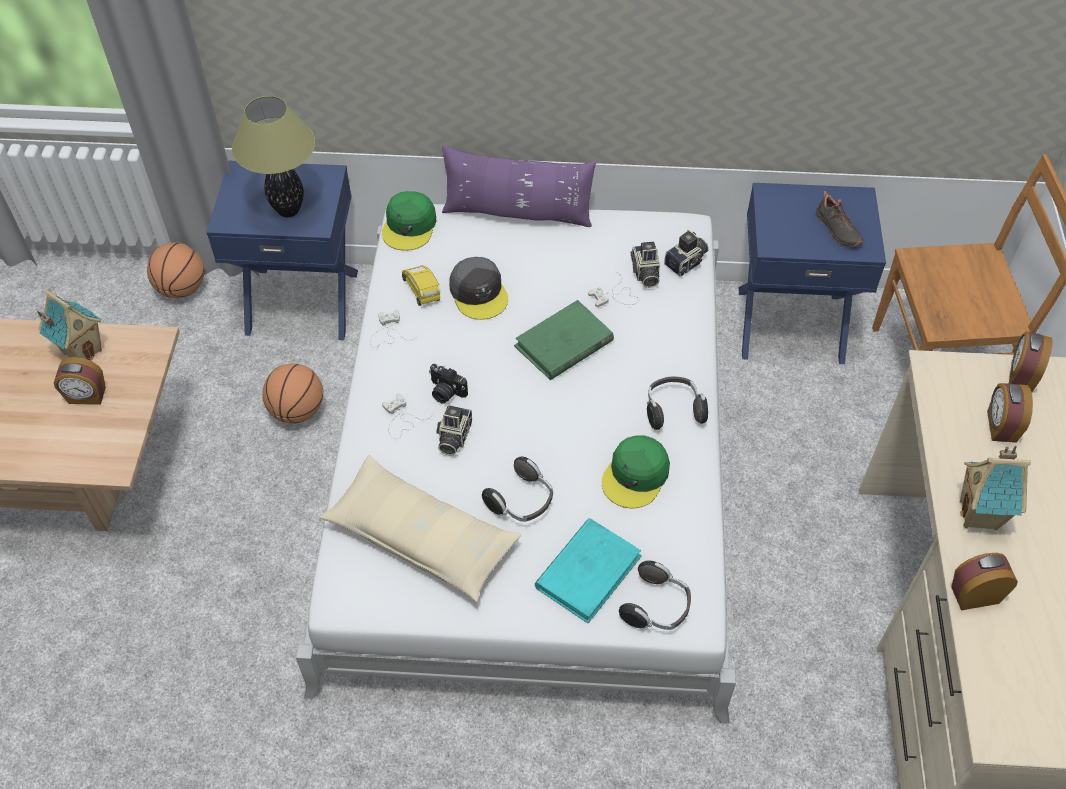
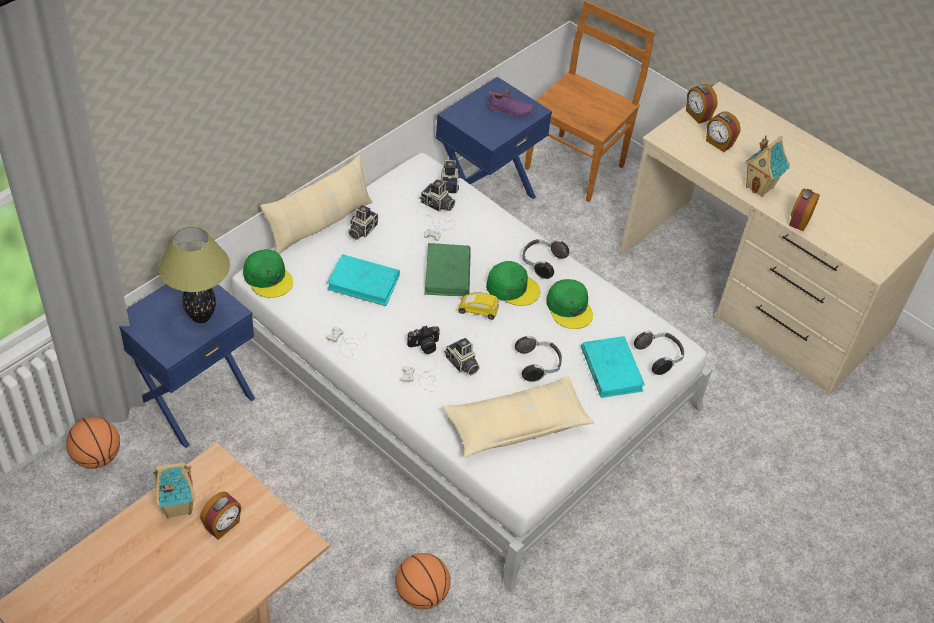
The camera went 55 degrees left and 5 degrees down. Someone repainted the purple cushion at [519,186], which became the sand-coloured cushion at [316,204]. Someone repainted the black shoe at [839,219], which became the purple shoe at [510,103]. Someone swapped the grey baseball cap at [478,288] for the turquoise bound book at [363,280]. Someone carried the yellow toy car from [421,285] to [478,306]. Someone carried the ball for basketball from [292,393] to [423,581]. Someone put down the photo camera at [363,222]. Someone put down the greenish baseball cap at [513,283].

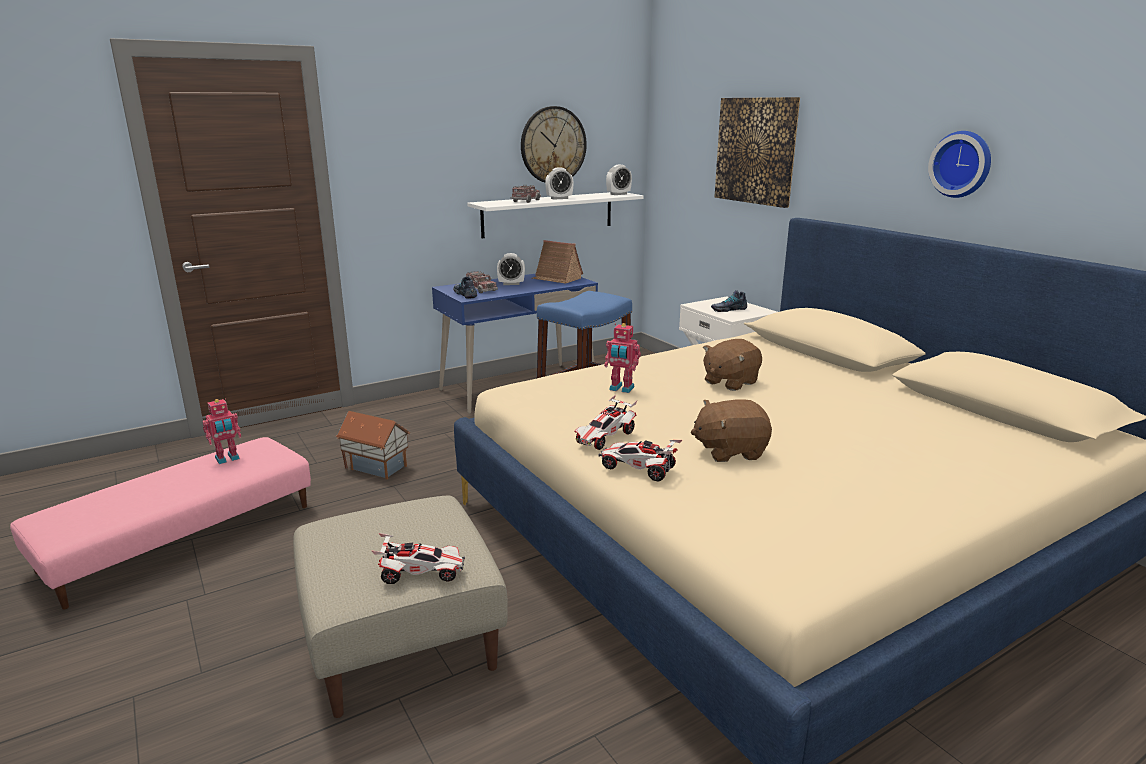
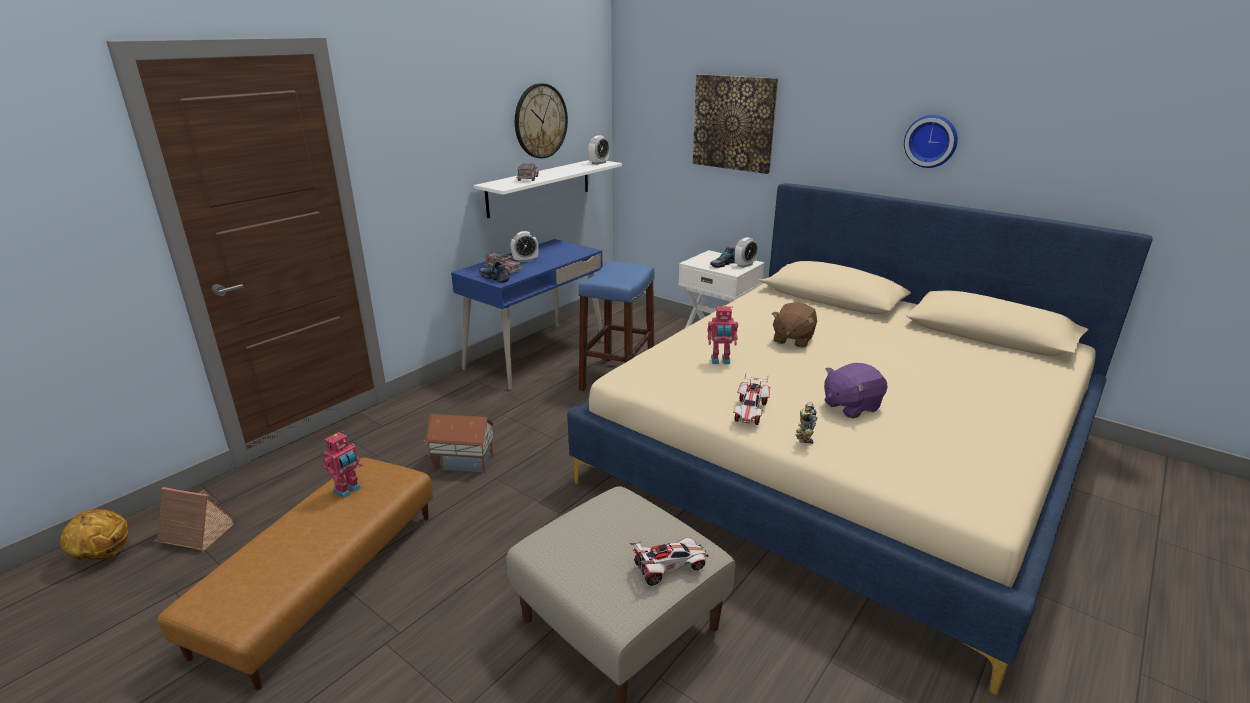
The camera went 20 degrees left and 5 degrees up. Someone carried the bedside clock from [559,183] to [746,252]. Someone carried the model house from [557,262] to [194,519]. Someone repainted the brown-coloured soft toy at [731,430], which became the purple soft toy at [856,390]. Someone repainted the pink-coloured ottoman at [160,523], which became the brown-coloured ottoman at [295,574]. Someone swapped the toy car at [640,461] for the robot figure at [806,423]. Someone put down the ball for basketball at [94,534].

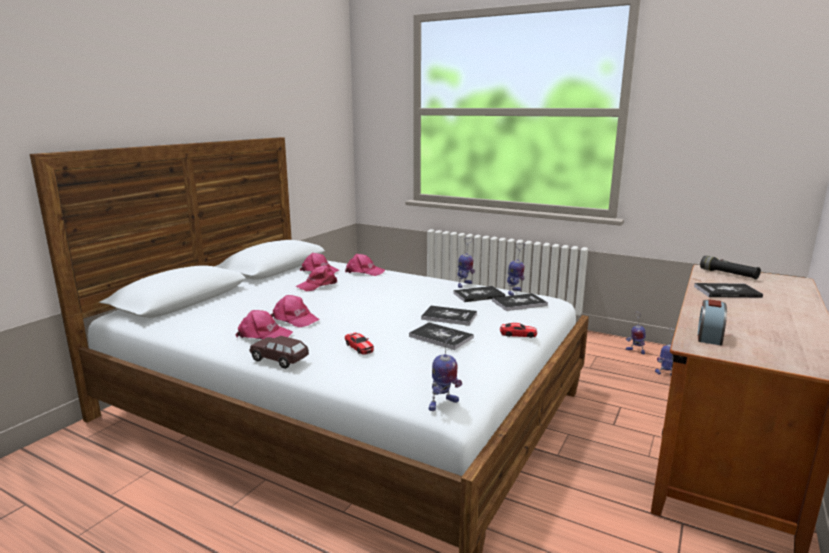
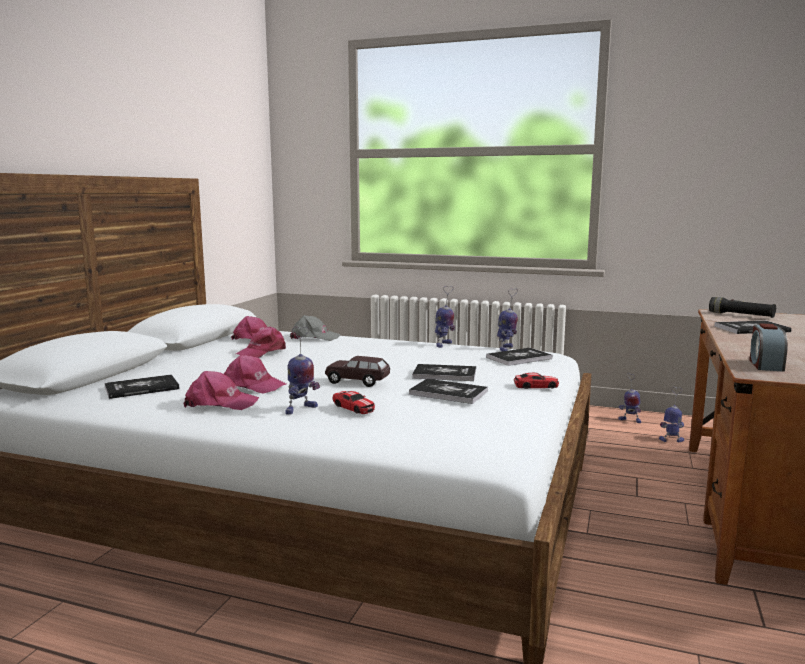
The camera went 10 degrees left and 5 degrees down. Someone repainted the pink-coloured baseball cap at [365,265], which became the grey baseball cap at [315,328]. Someone carried the bound book from [479,294] to [141,386]. Someone carried the robot figure from [445,370] to [302,371]. Someone carried the brown-coloured toy car from [279,352] to [357,371].

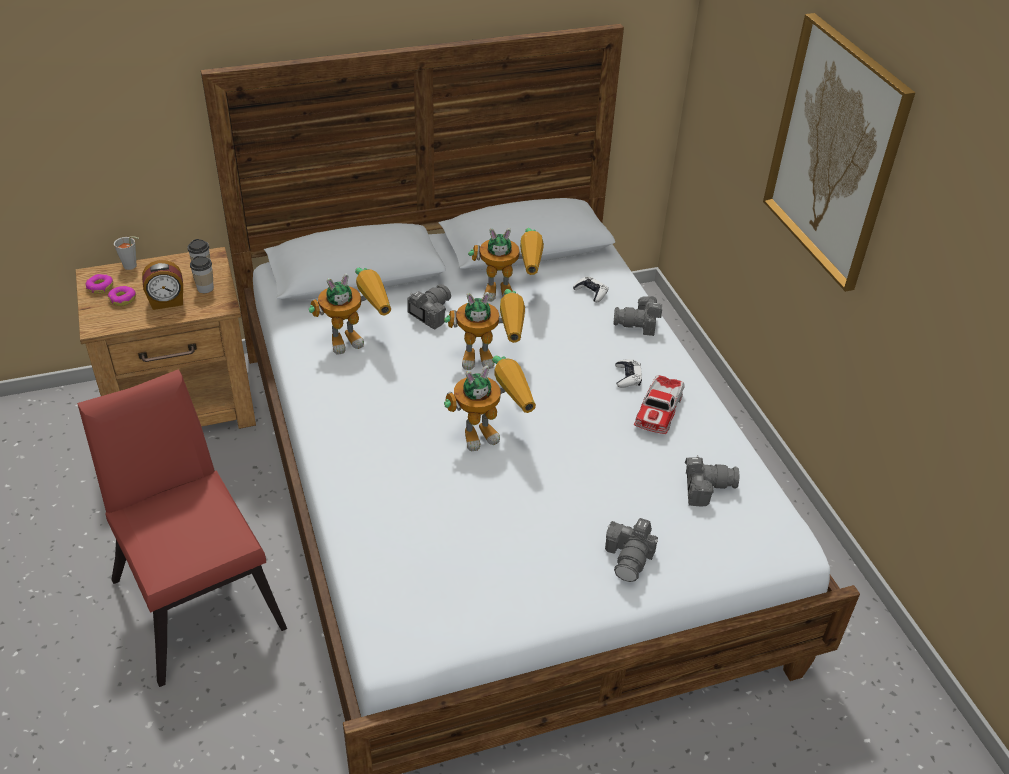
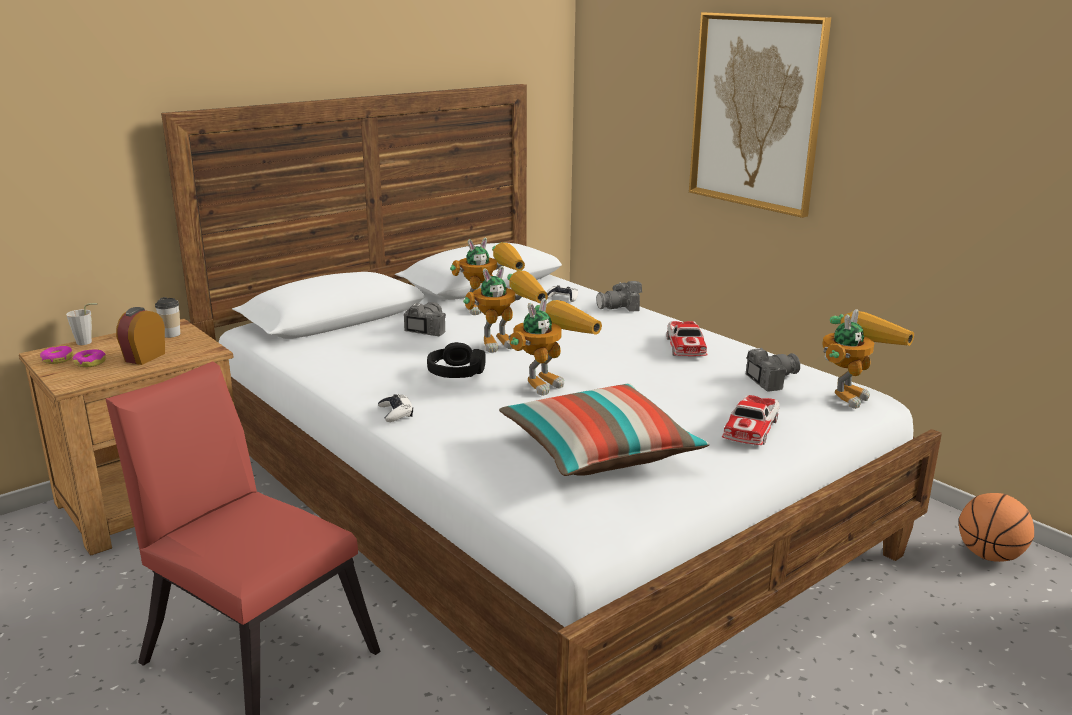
The camera went 20 degrees left and 20 degrees down. Someone took away the drinking cup at [202,274]. Someone rotated the bedside clock at [162,285] by 150 degrees clockwise. Someone carried the robot figure from [350,311] to [868,359]. Someone carried the white gamepad from [628,374] to [395,408]. Someone swapped the photo camera at [631,550] for the toy car at [751,420]. Someone put down the black pair of headphones at [456,360]. Someone put down the cushion at [604,429]. Someone put down the ball for basketball at [996,527].

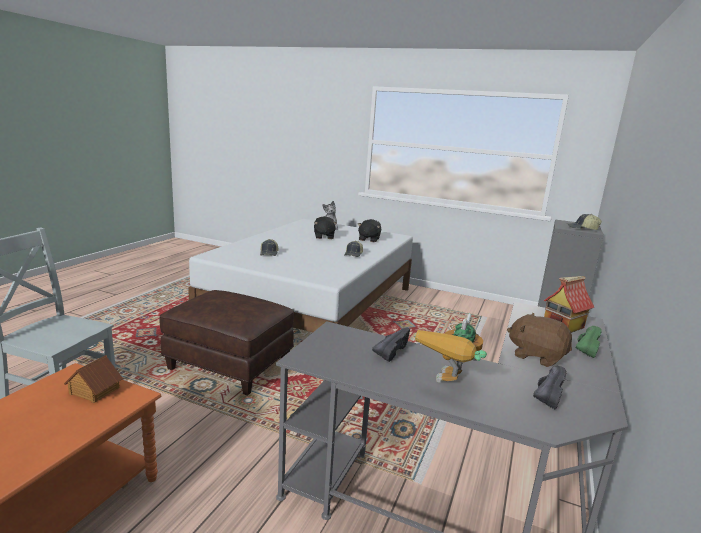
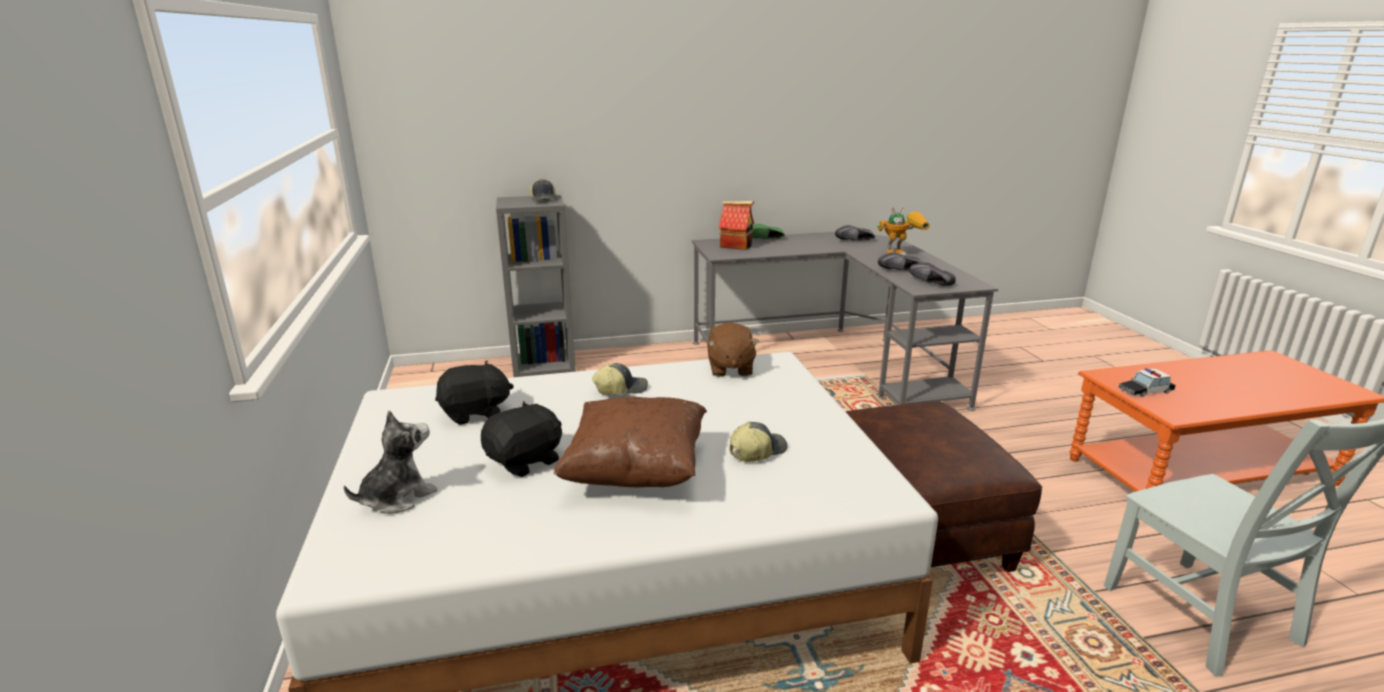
The camera went 125 degrees left and 5 degrees up. Someone carried the brown-coloured soft toy from [539,340] to [733,349]. Someone swapped the model house at [93,379] for the toy car at [1147,382]. Someone put down the black shoe at [932,274]. Someone put down the brown-coloured cushion at [630,441].

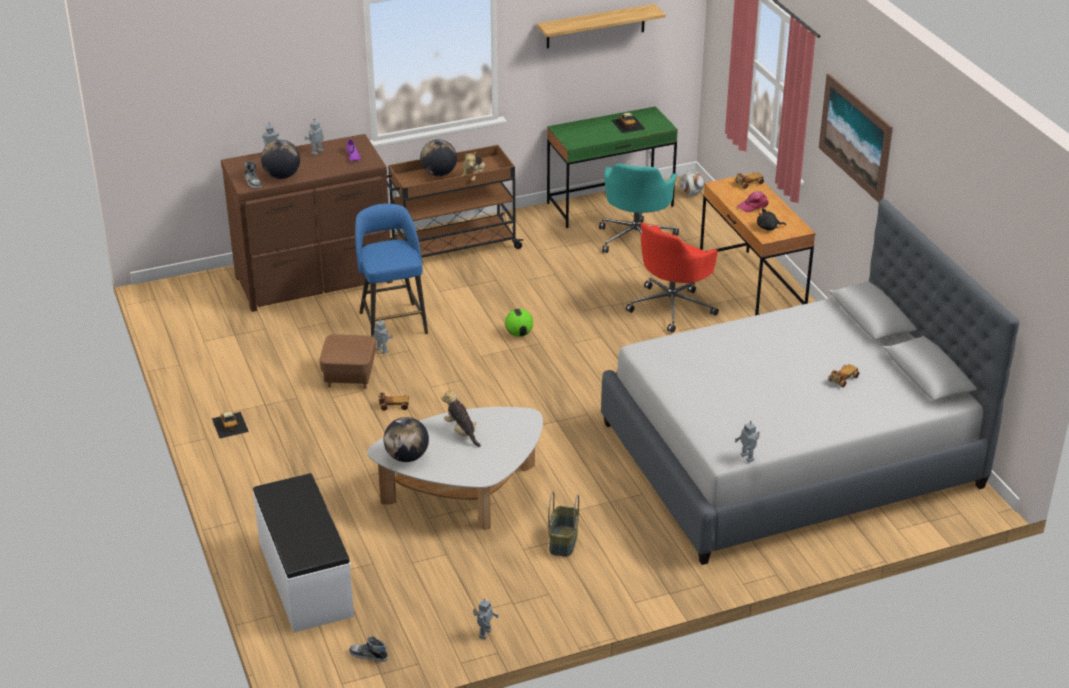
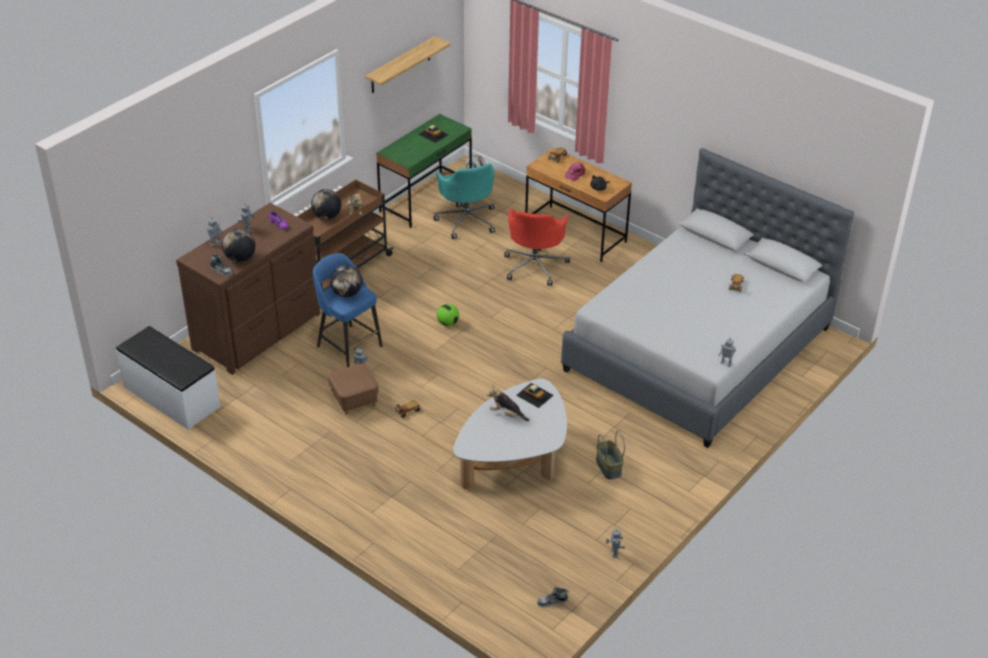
The camera went 30 degrees left and 5 degrees up. Someone took away the wall picture at [856,138]. Someone carried the toy car from [230,425] to [535,395]. Someone carried the world globe from [406,439] to [346,281]. Someone carried the white indoor bench from [303,553] to [168,377].

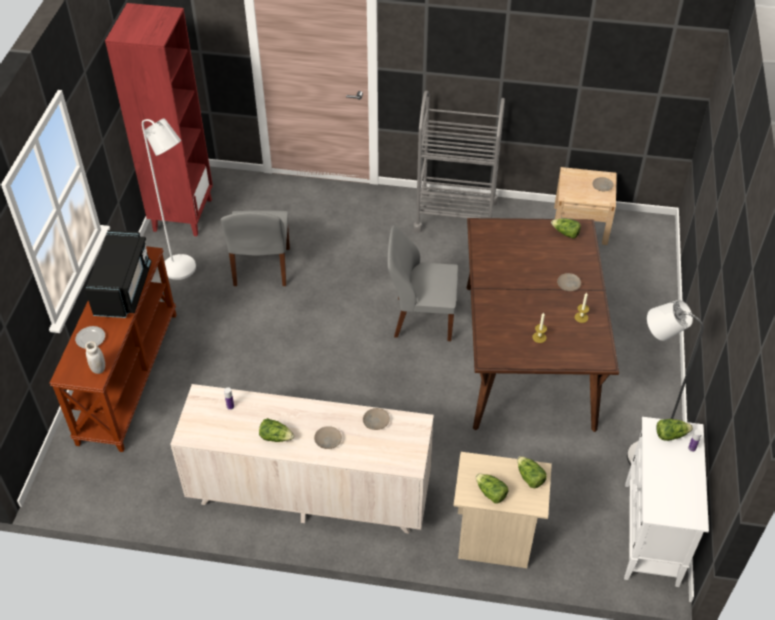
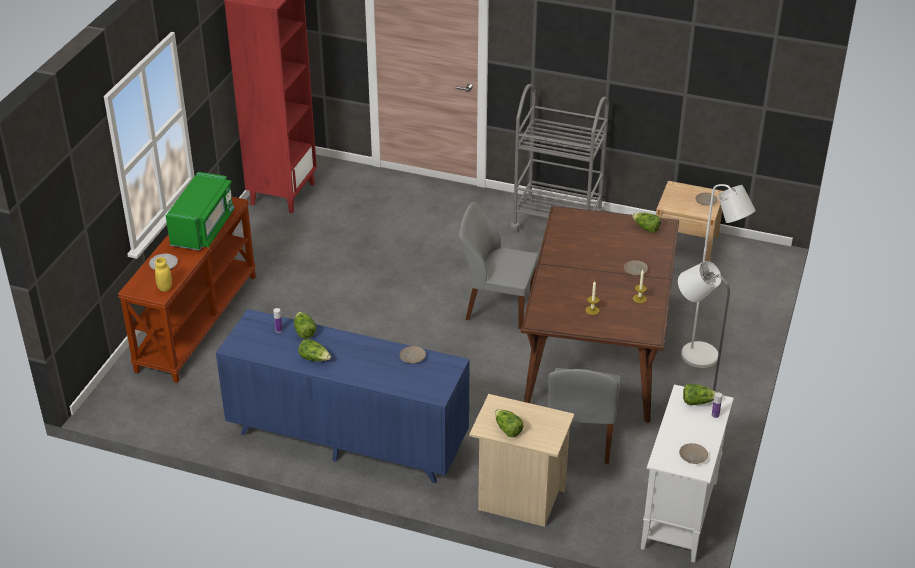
The camera went 10 degrees right and 10 degrees down. Someone carried the white standard lamp from [169,199] to [718,276]. Someone carried the grey plain chair from [255,248] to [584,416]. Someone repainted the black kitchen microwave at [118,274], which became the greenish kitchen microwave at [200,211]. Someone repainted the white jar at [95,357], which became the yellow jar at [163,274]. Someone repainted the sand-coloured dresser at [302,459], which became the bluish dresser at [342,396]. Someone carried the sand-coloured dinner plate from [328,437] to [693,453]. Someone carried the lettuce head from [532,472] to [305,325].

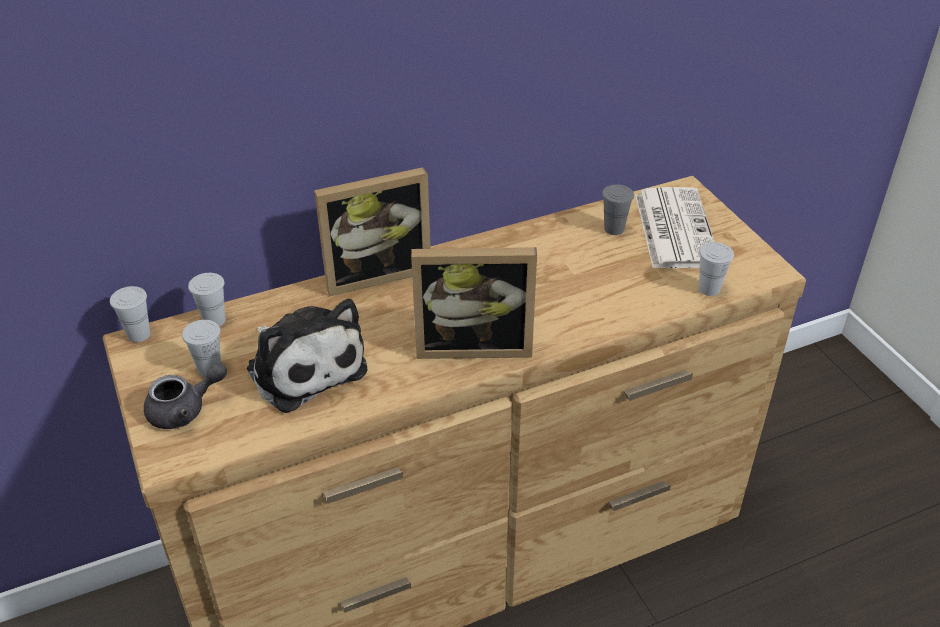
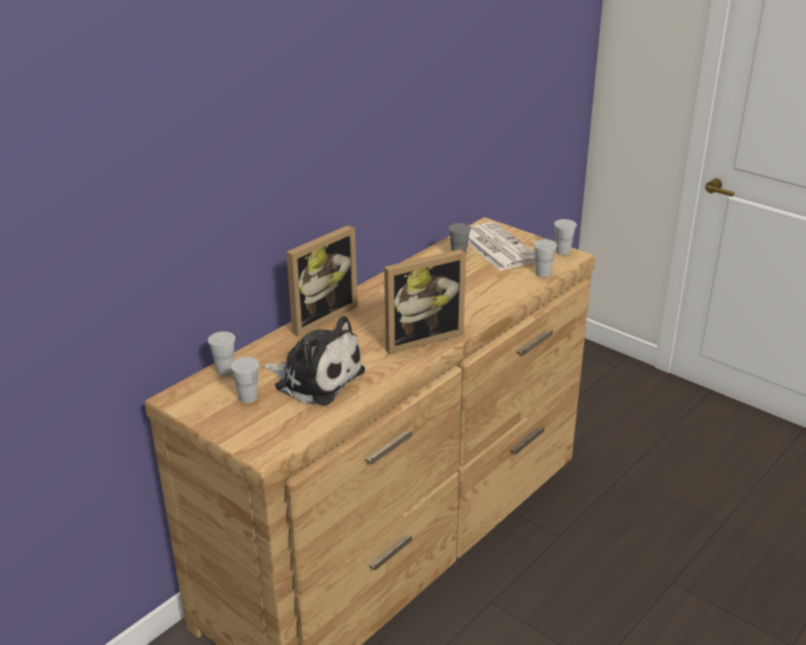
The camera went 25 degrees left and 10 degrees down. Someone carried the white drinking cup from [130,314] to [565,237]. Someone took away the grey teapot at [185,396].

